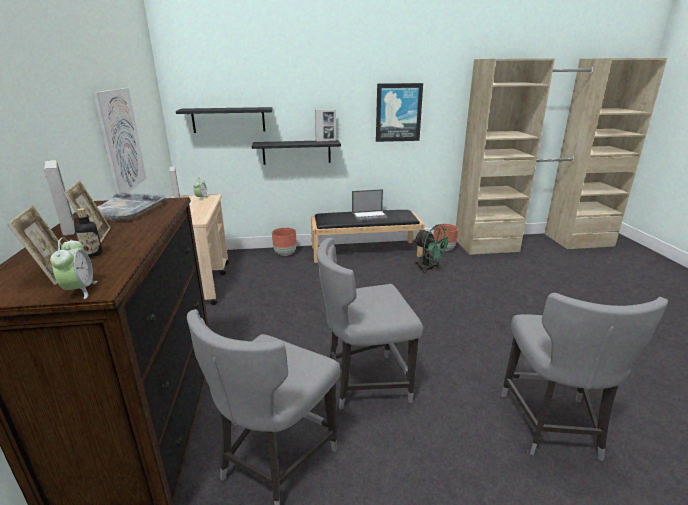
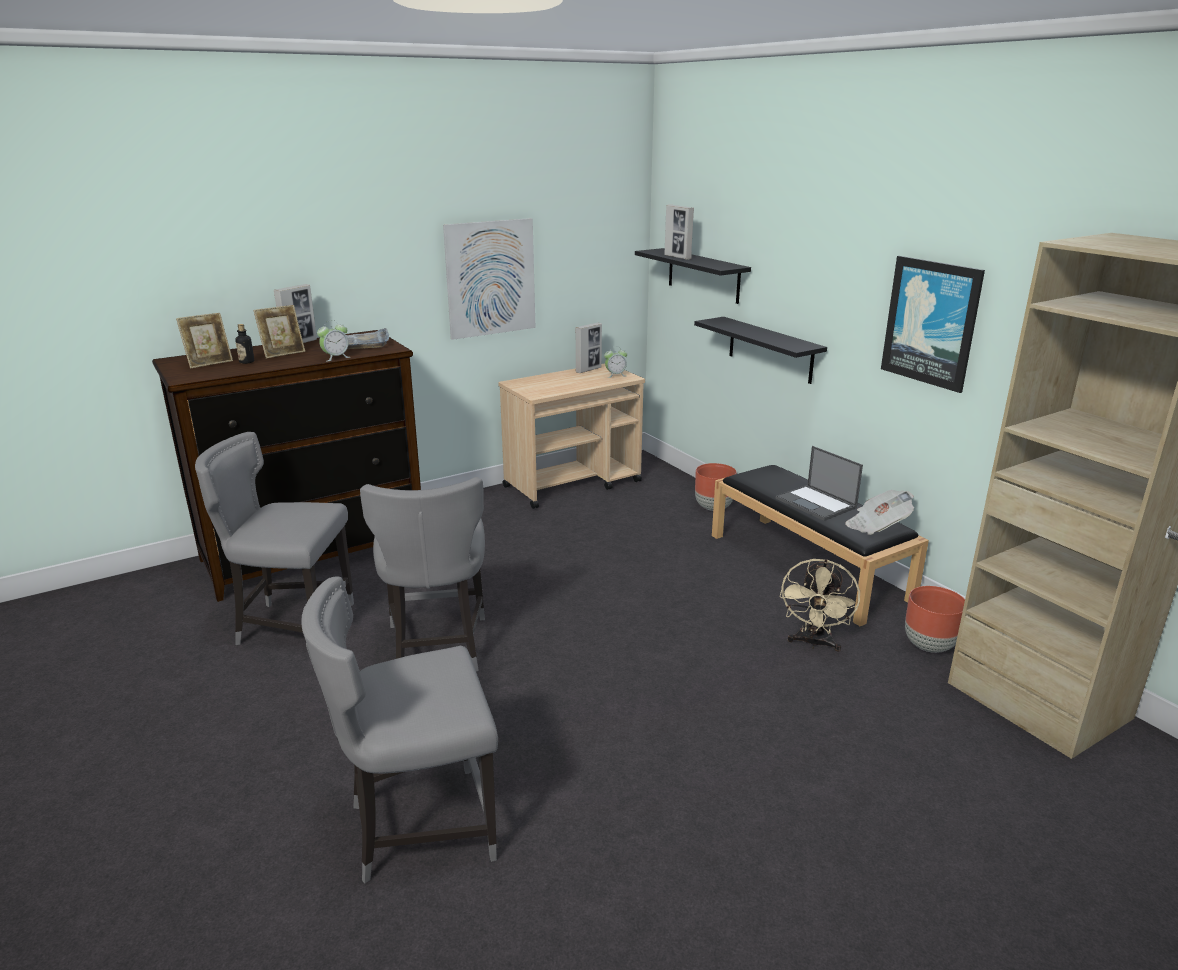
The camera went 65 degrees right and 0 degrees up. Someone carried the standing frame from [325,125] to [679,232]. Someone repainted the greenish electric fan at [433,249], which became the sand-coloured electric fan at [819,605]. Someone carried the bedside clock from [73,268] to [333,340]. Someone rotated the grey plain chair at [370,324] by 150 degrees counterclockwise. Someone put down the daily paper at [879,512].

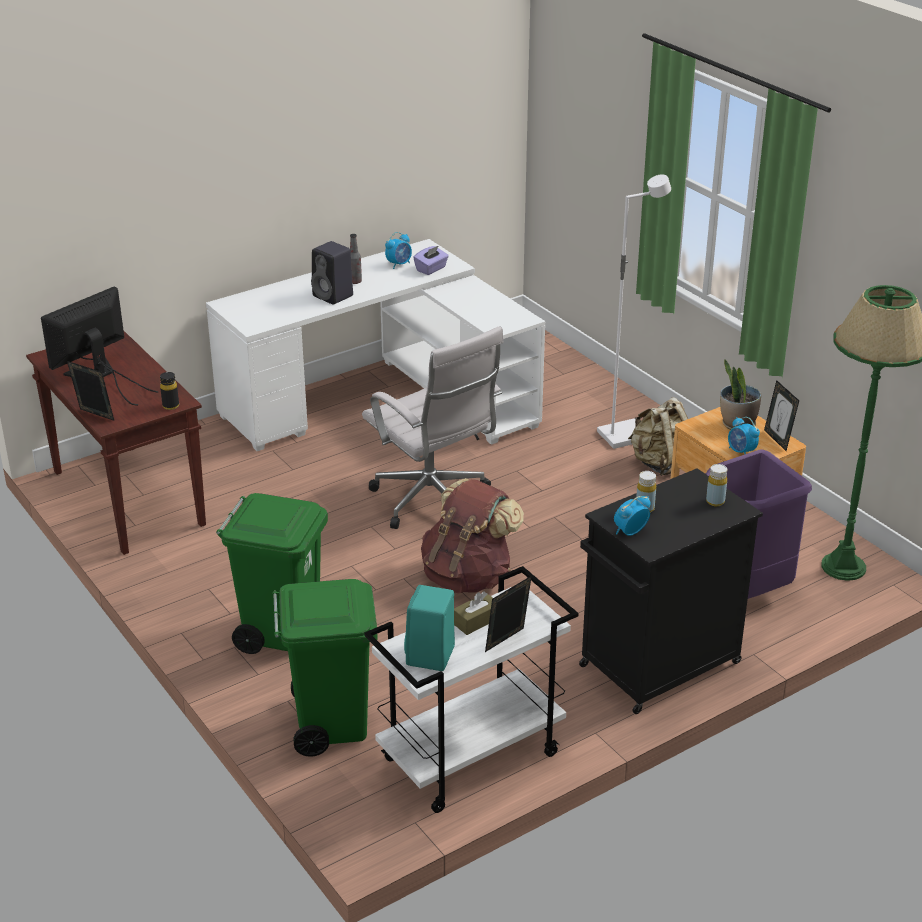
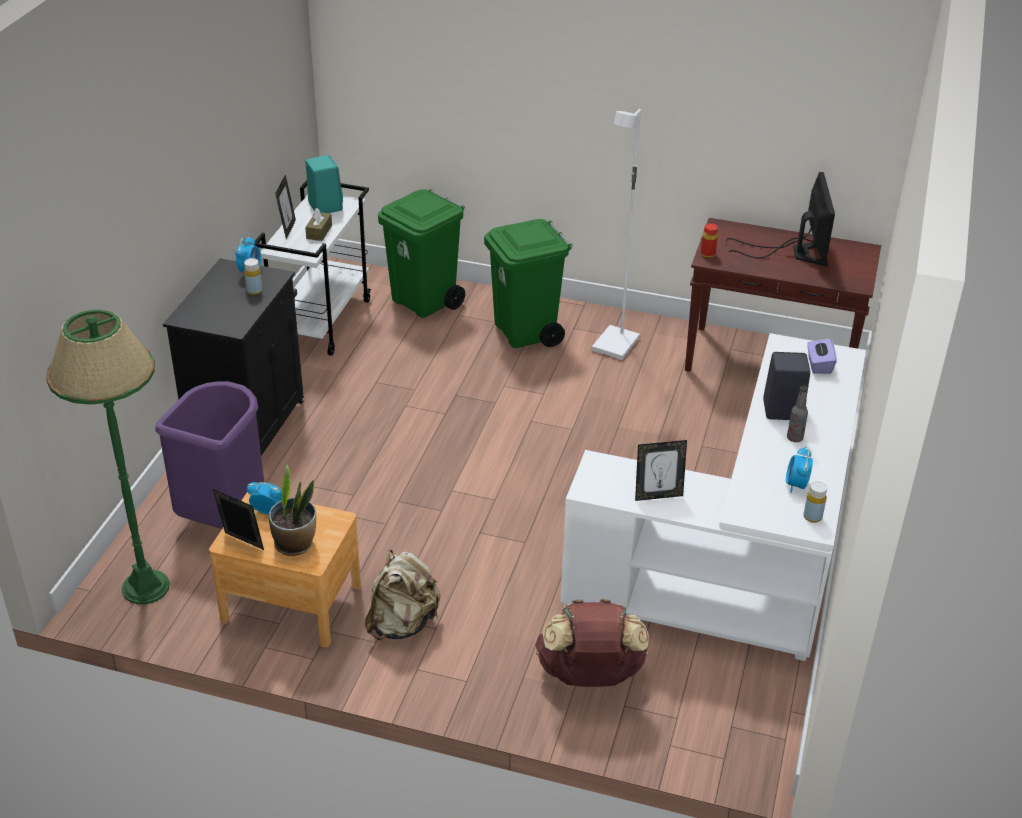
The camera went 140 degrees right and 5 degrees up. Someone carried the white standard lamp from [634,312] to [616,234]. Someone carried the purple tissue holder from [431,260] to [822,356]. Someone took away the white office chair at [433,427]. Someone carried the standing frame from [90,391] to [661,470]. Someone repainted the black drink bottle at [169,391], which became the red-coloured drink bottle at [709,240]. Someone carried the yellow drink bottle from [716,485] to [815,502]. Someone carried the brown-coloured rucksack from [472,535] to [592,643].

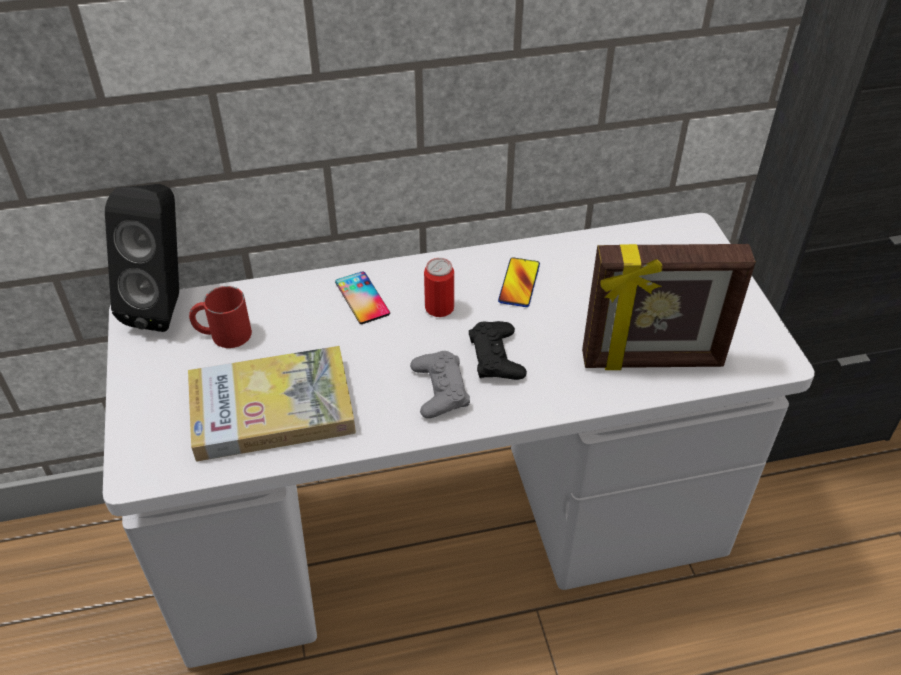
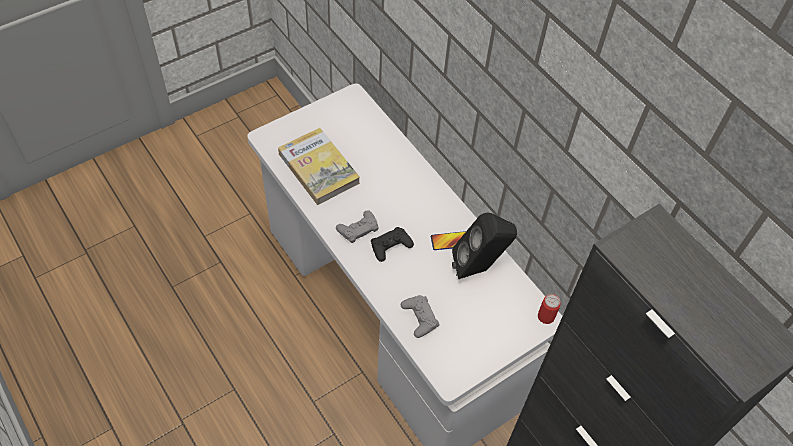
The camera went 65 degrees right and 10 degrees up. Someone carried the black loudspeaker from [142,258] to [484,246]. Someone swapped the standing frame at [669,307] for the grey gamepad at [420,316]. Someone carried the sealed can from [439,287] to [549,309]. Someone took away the telephone at [362,297]. Someone took away the red-coloured tea mug at [220,317].

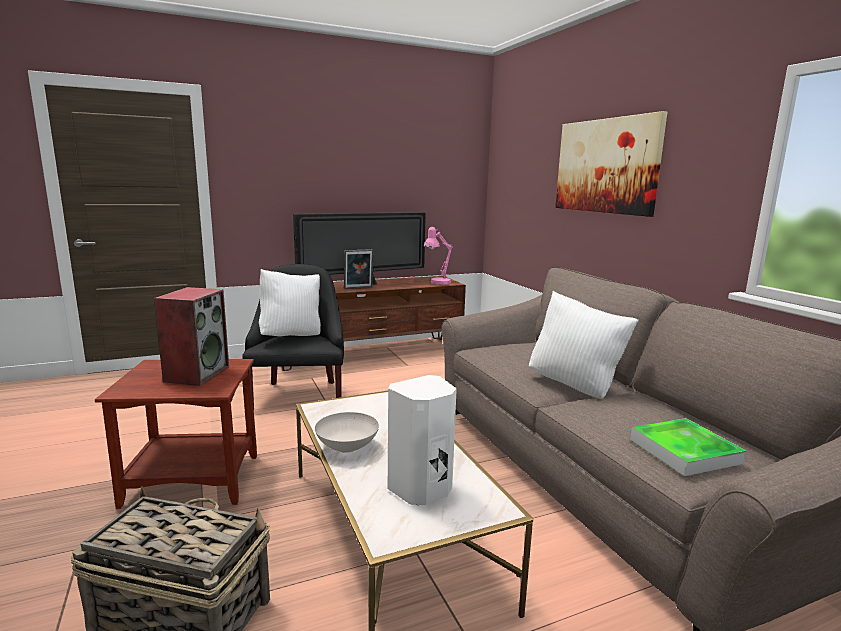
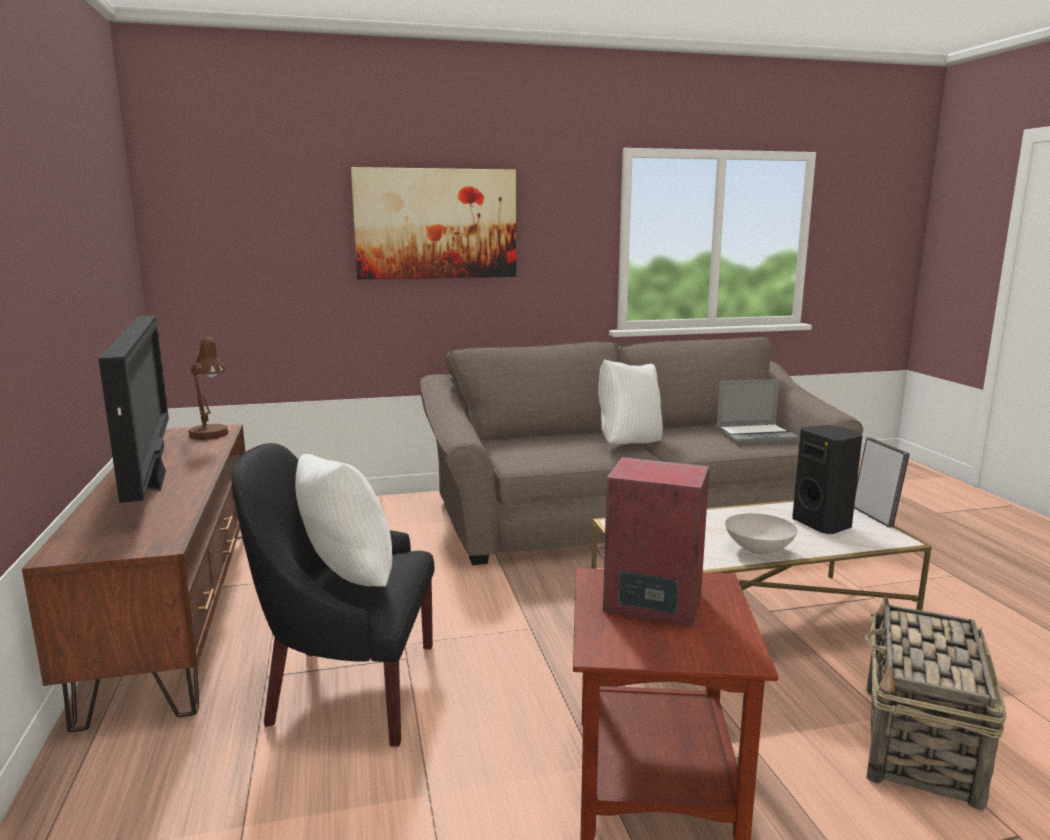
The camera went 80 degrees left and 0 degrees up. Someone repainted the pink-coloured tabletop lamp at [438,256], which became the brown-coloured tabletop lamp at [209,388]. Someone carried the standing frame from [359,269] to [882,482]. Someone repainted the white loudspeaker at [422,440], which became the black loudspeaker at [827,479]. Someone swapped the serving tray at [688,447] for the portable computer at [757,411].

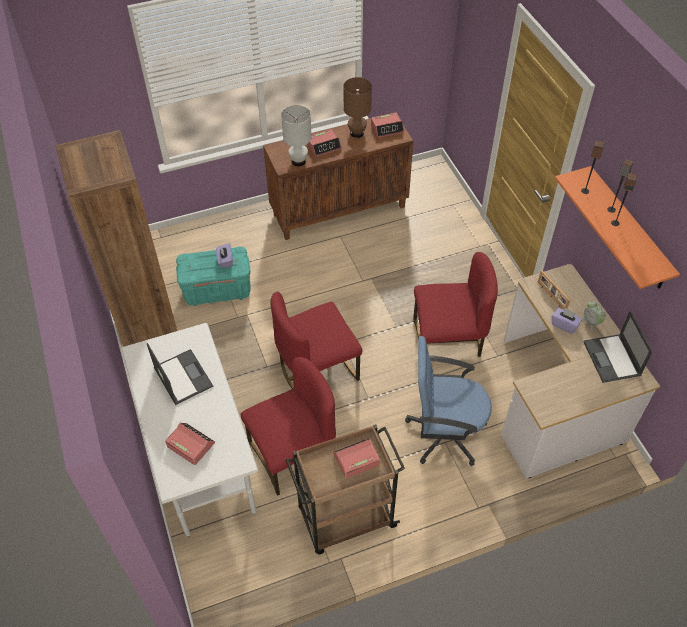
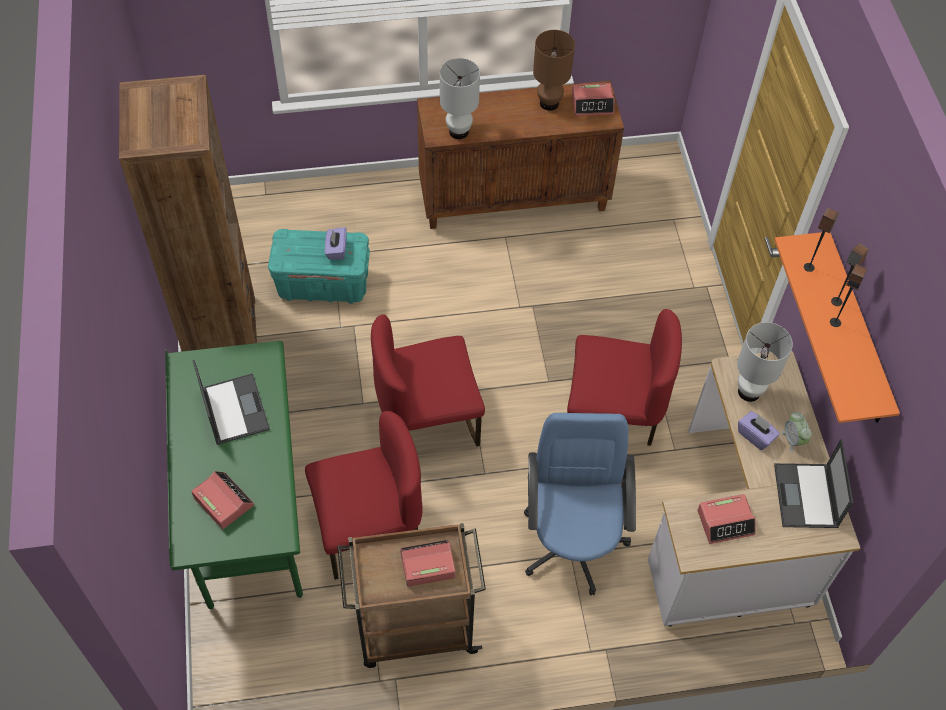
The camera went 10 degrees right and 5 degrees up. Someone carried the bedside clock from [324,143] to [726,519]. Someone swapped the standing frame at [554,290] for the white tabletop lamp at [765,362]. Someone repainted the white desk at [189,430], which became the greenish desk at [234,475]. Someone rotated the bluish office chair at [448,401] by 75 degrees clockwise.

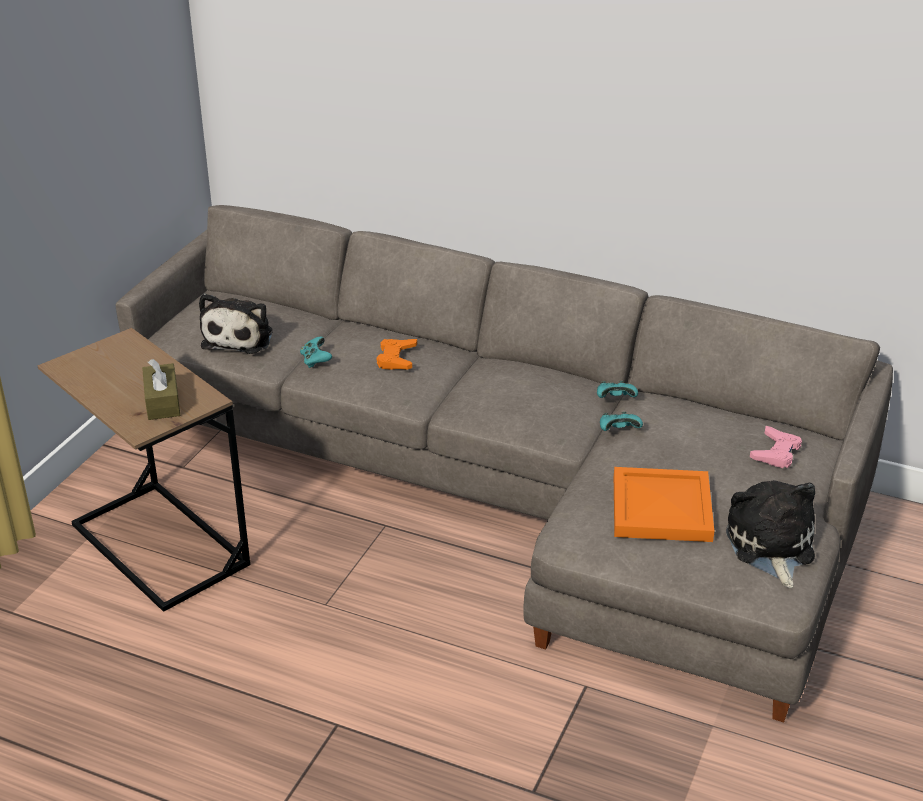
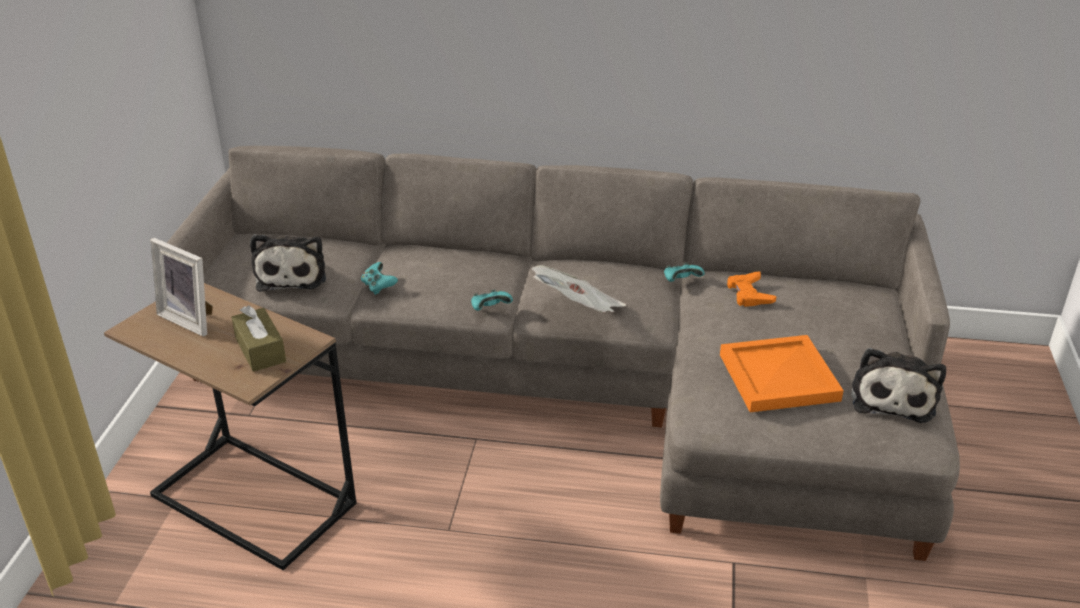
The camera went 15 degrees left and 0 degrees up. Someone carried the orange-coloured gamepad from [397,354] to [751,289]. Someone carried the turquoise gamepad from [621,421] to [492,300]. Someone took away the pink-coloured gamepad at [776,447]. Someone rotated the soft toy at [770,534] by 150 degrees counterclockwise. Someone put down the standing frame at [181,287]. Someone put down the daily paper at [578,289].

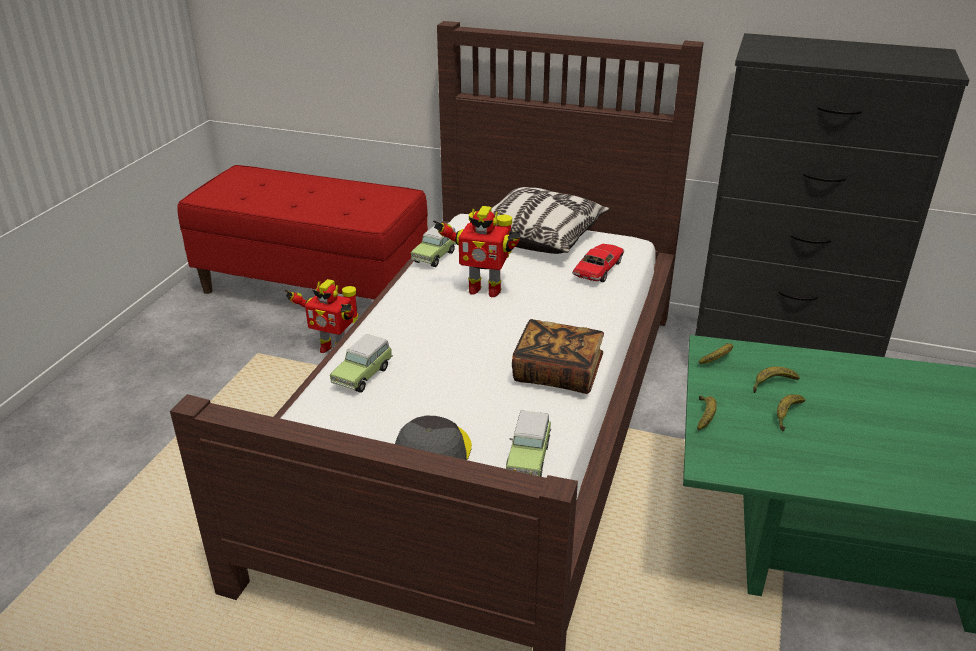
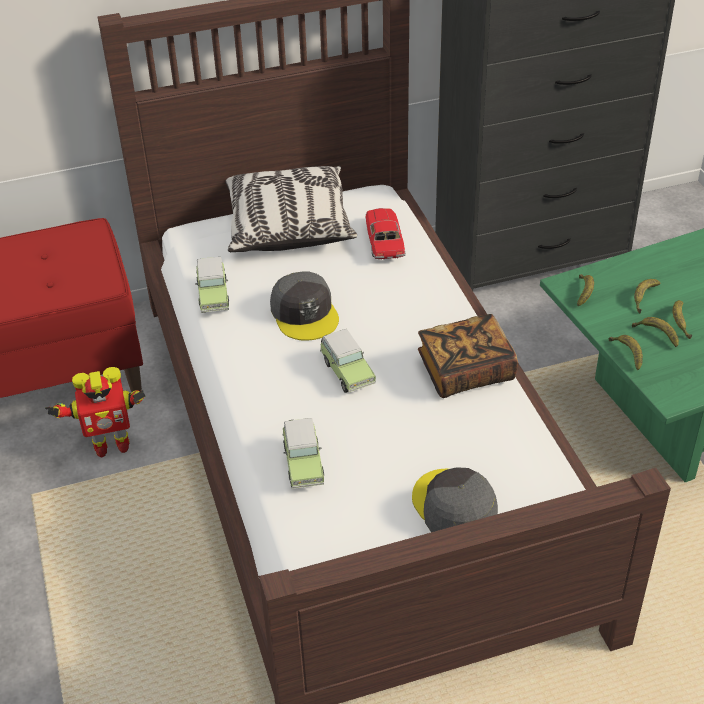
The camera went 35 degrees left and 10 degrees up. Someone swapped the robot figure at [476,251] for the grey baseball cap at [304,306]. Someone carried the toy car from [529,444] to [348,361]. Someone put down the banana fruit at [655,332].

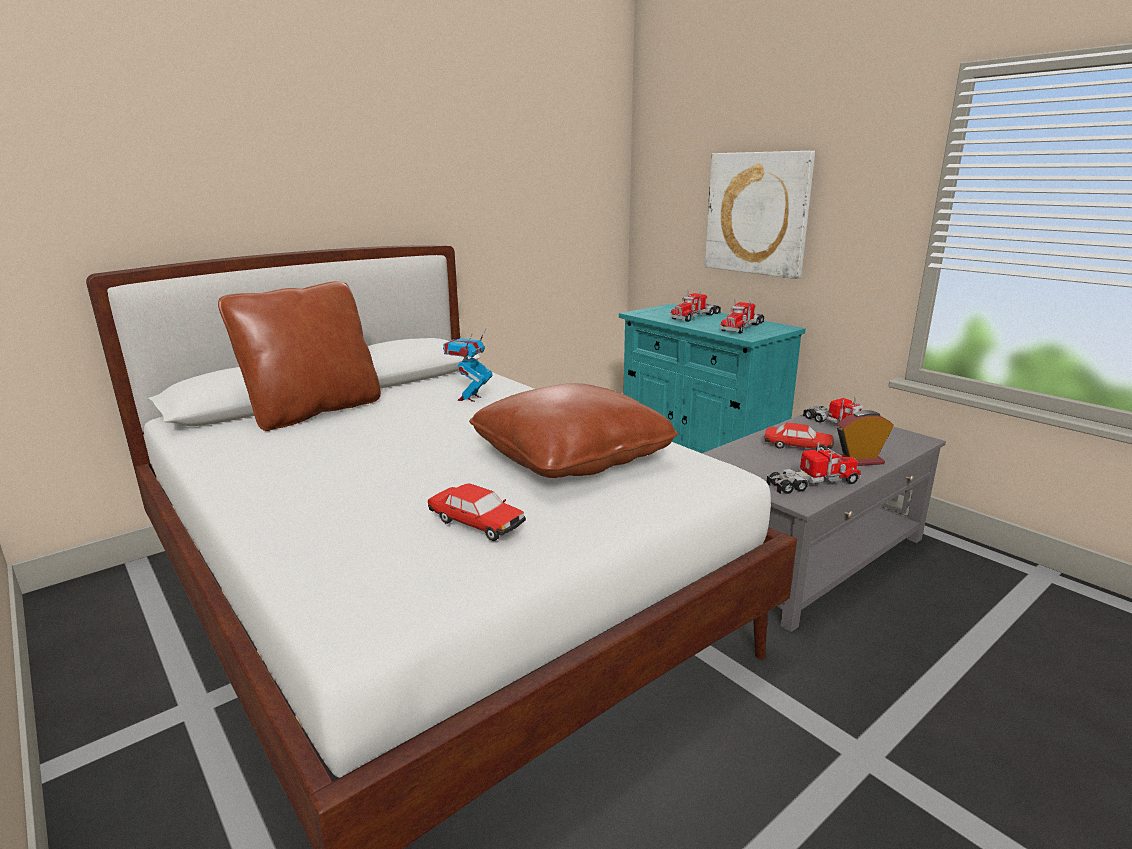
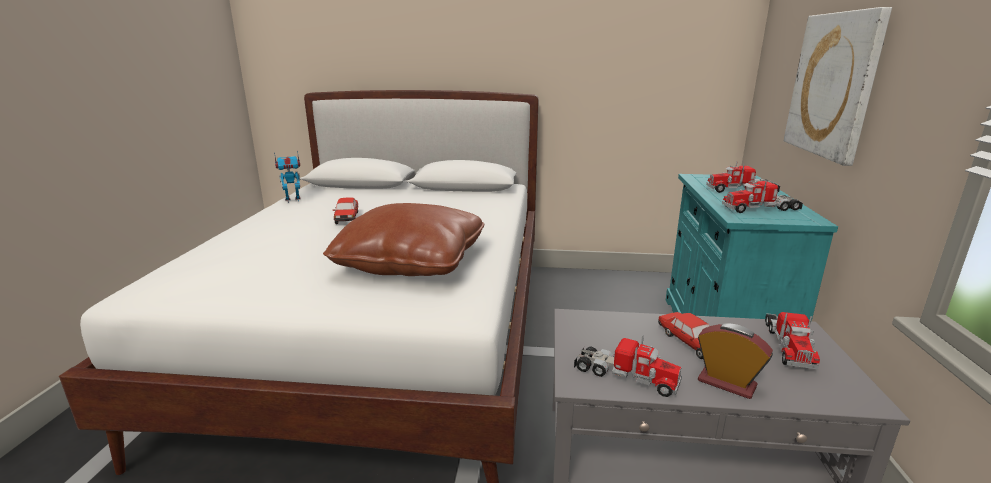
The camera went 45 degrees right and 0 degrees up. Someone took away the brown-coloured cushion at [299,356]. Someone carried the robot figure from [468,365] to [287,177]. Someone carried the toy car from [477,512] to [345,210].

